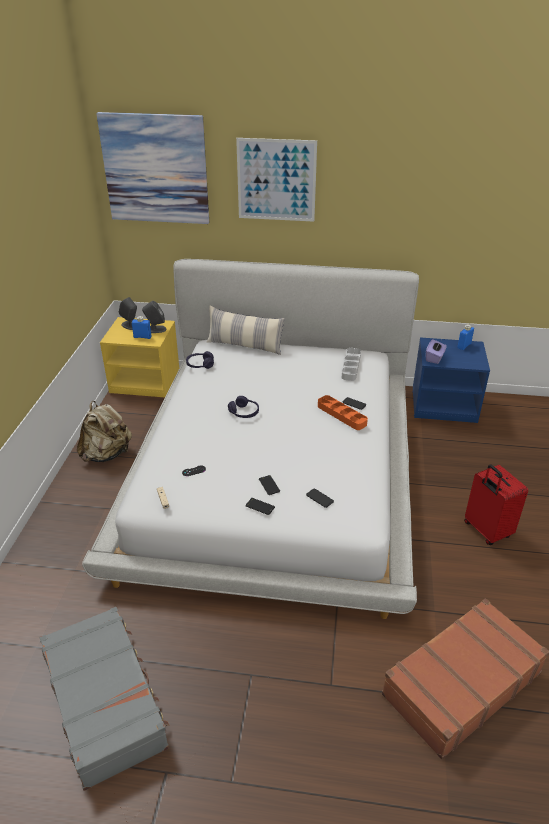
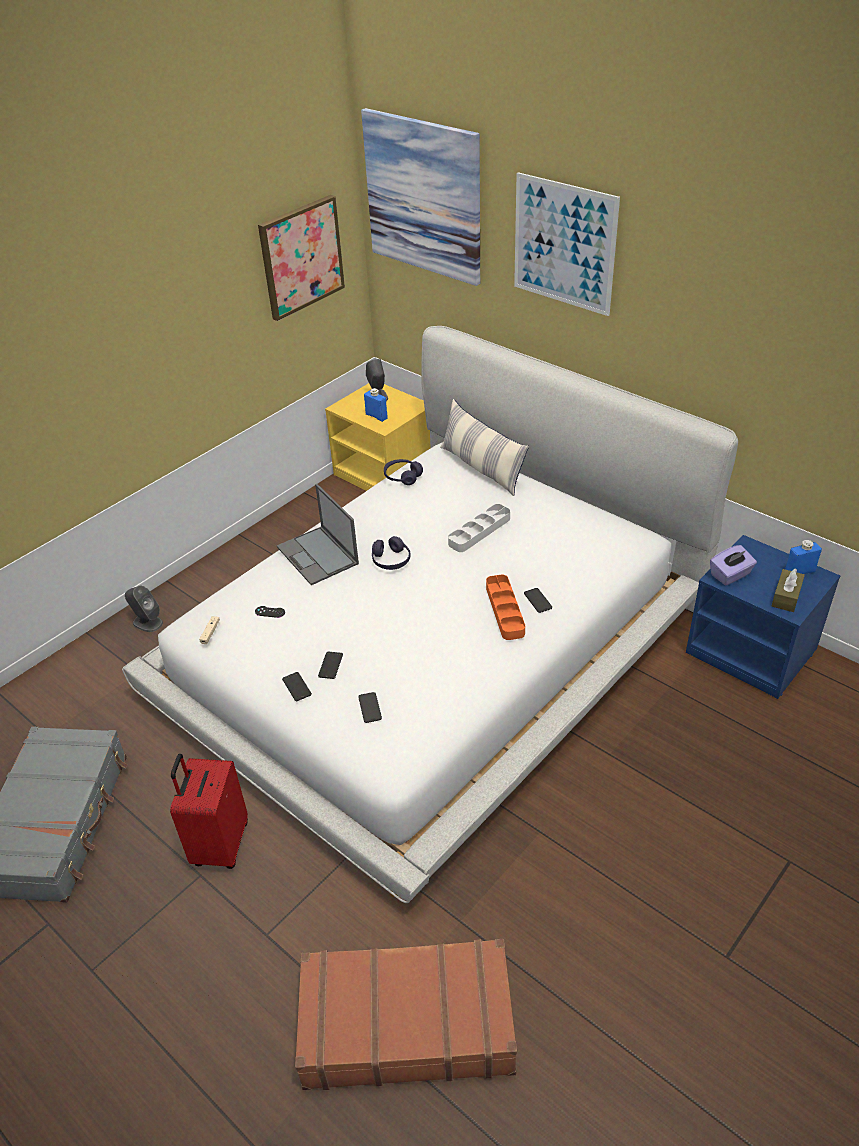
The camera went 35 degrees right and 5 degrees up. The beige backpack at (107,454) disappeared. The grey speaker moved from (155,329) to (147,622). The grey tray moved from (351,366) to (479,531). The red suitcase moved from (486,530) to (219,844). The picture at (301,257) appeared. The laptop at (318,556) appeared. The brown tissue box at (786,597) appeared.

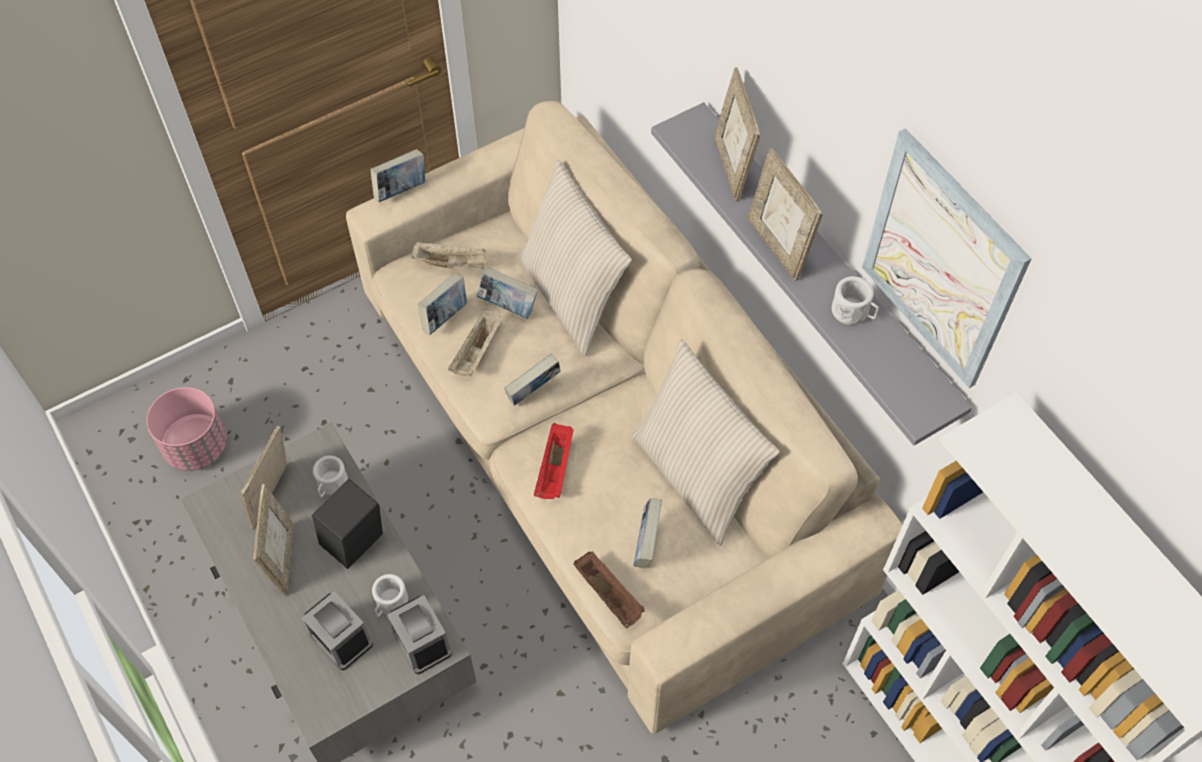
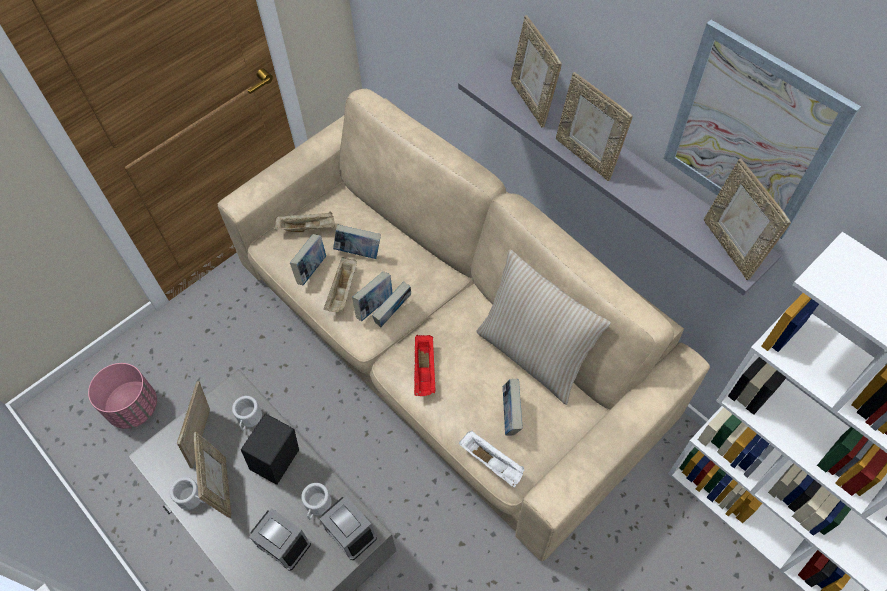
The camera went 10 degrees left and 0 degrees up. The book moved from (401,190) to (374,305). The beige pillow at (572,296) disappeared. The brown tray at (610,595) became the white tray at (492,462). The white mug moved from (853,312) to (192,498). The picture frame at (730,247) appeared.

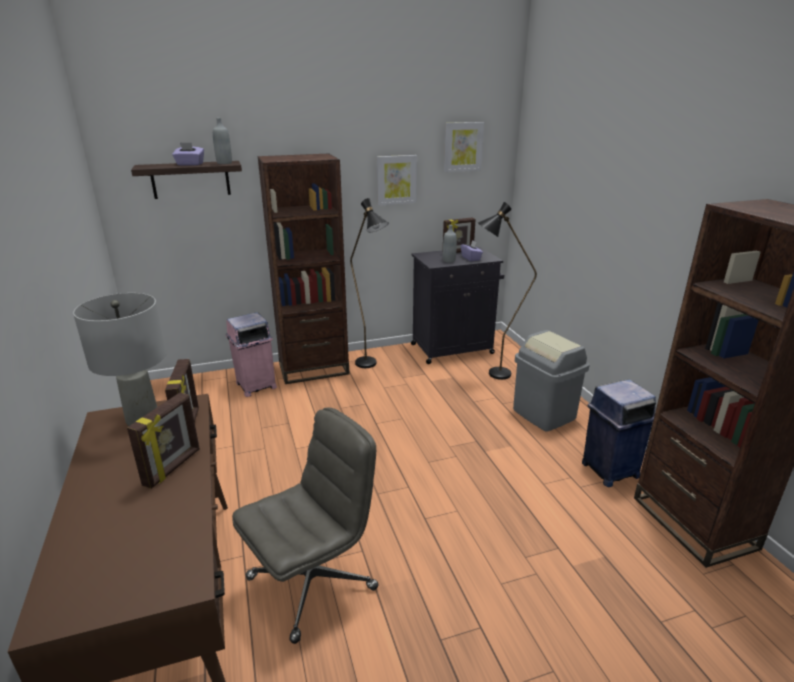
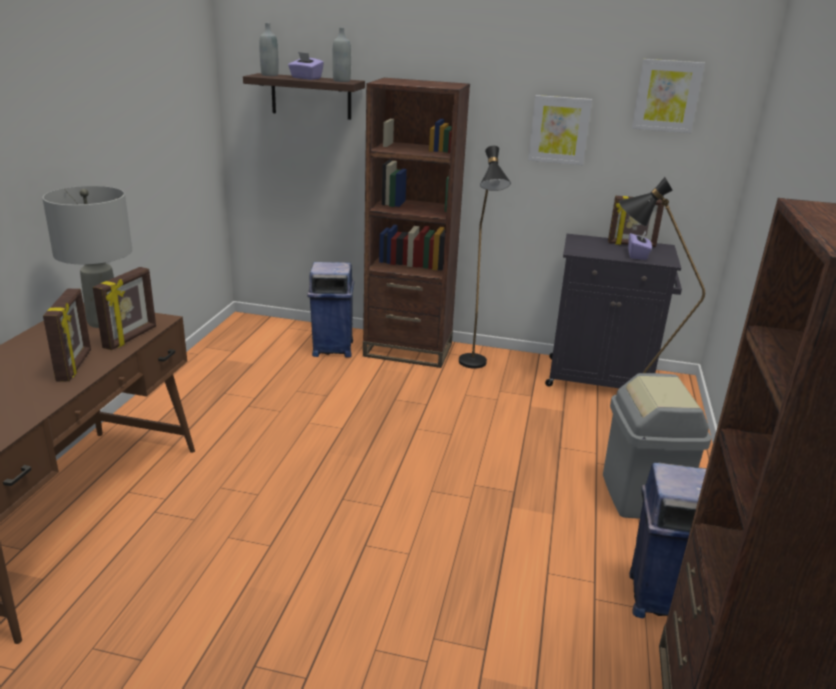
The camera went 30 degrees right and 0 degrees up. The picture frame at (173,467) turned 60 degrees counterclockwise. The pink trash can at (255,386) became the blue trash can at (332,348). The grey office chair at (313,582) disappeared. The grey bottle moved from (449,260) to (269,75).

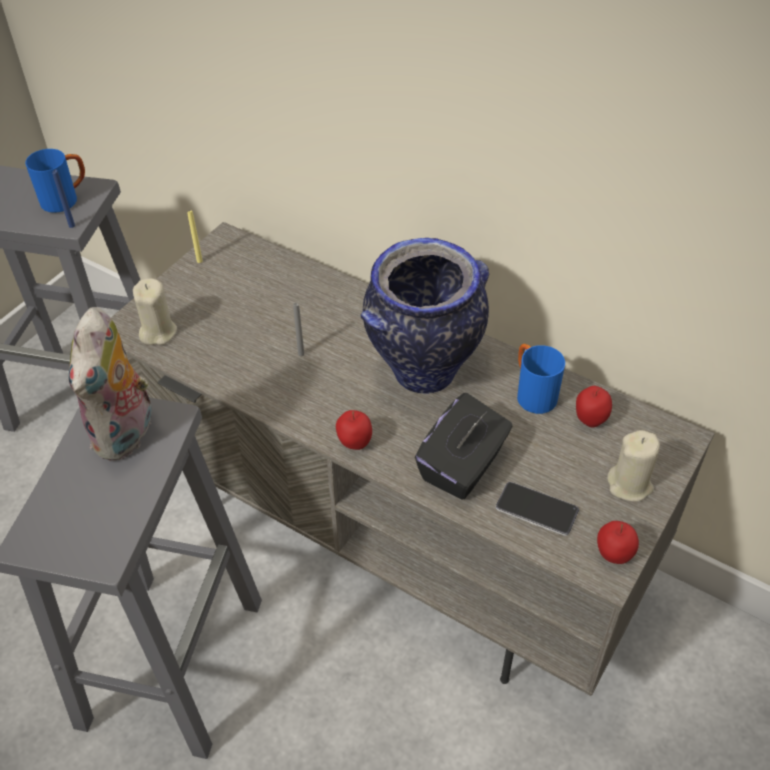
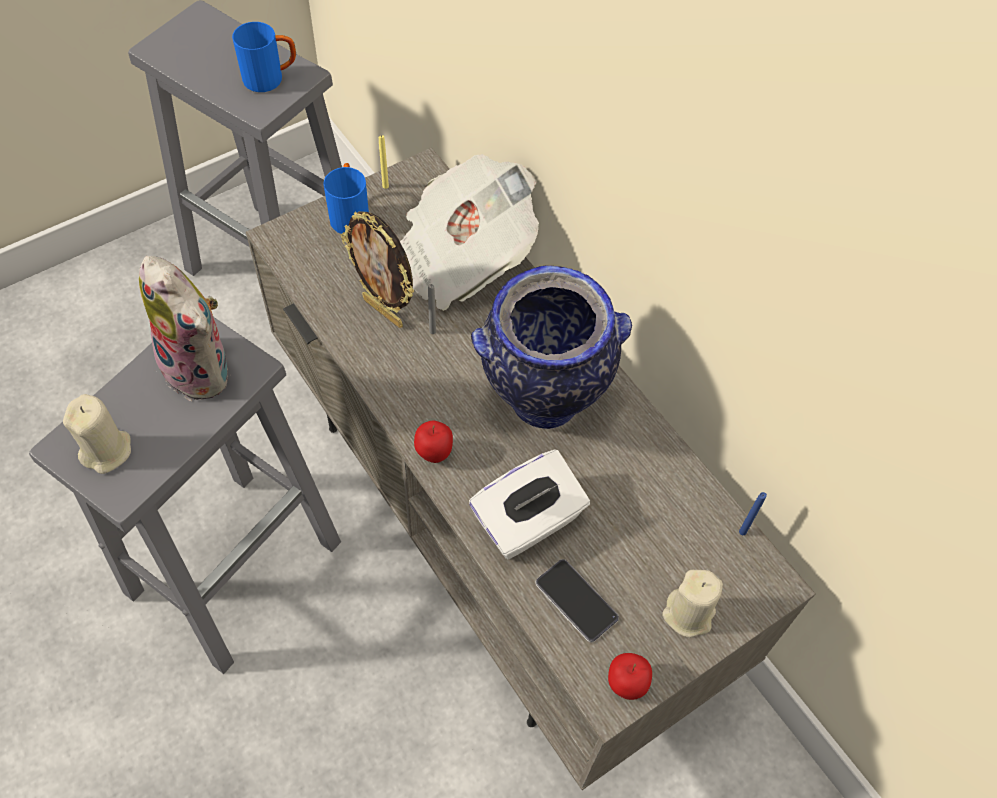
The camera went 20 degrees right and 10 degrees up. The blue candle moved from (72,226) to (742,532). The plush toy at (127,434) turned 75 degrees counterclockwise. The beige candle moved from (158,332) to (107,450). The black tissue box at (463,466) became the white tissue box at (528,522). The blue mug moved from (532,393) to (349,214). The apple at (590,420) disappeared. The picture frame at (384,311) appeared. The newspaper at (458,258) appeared.

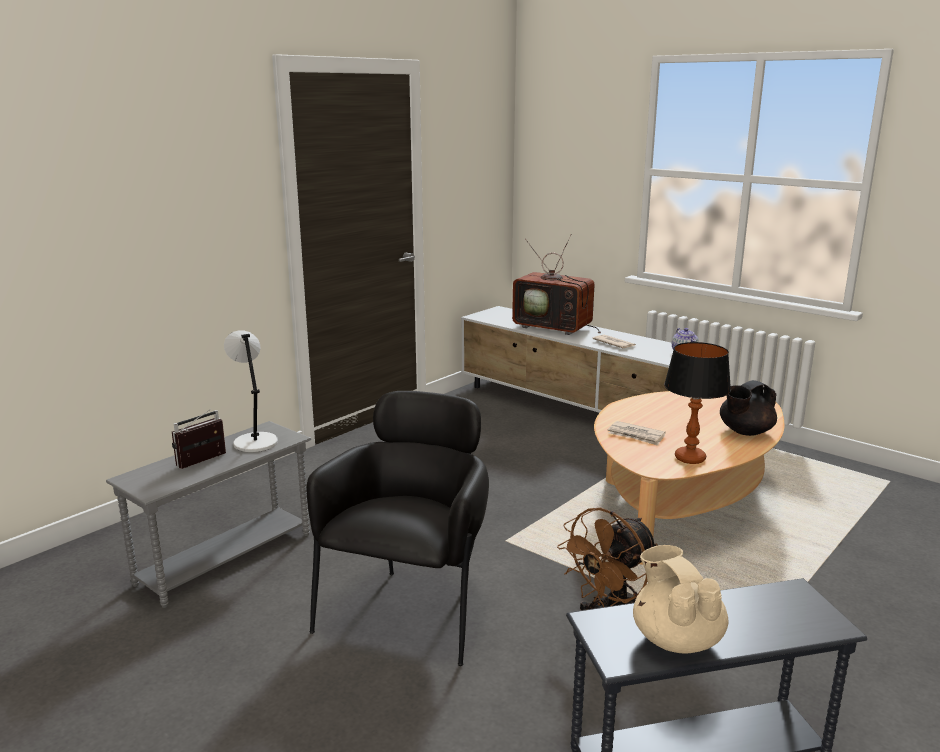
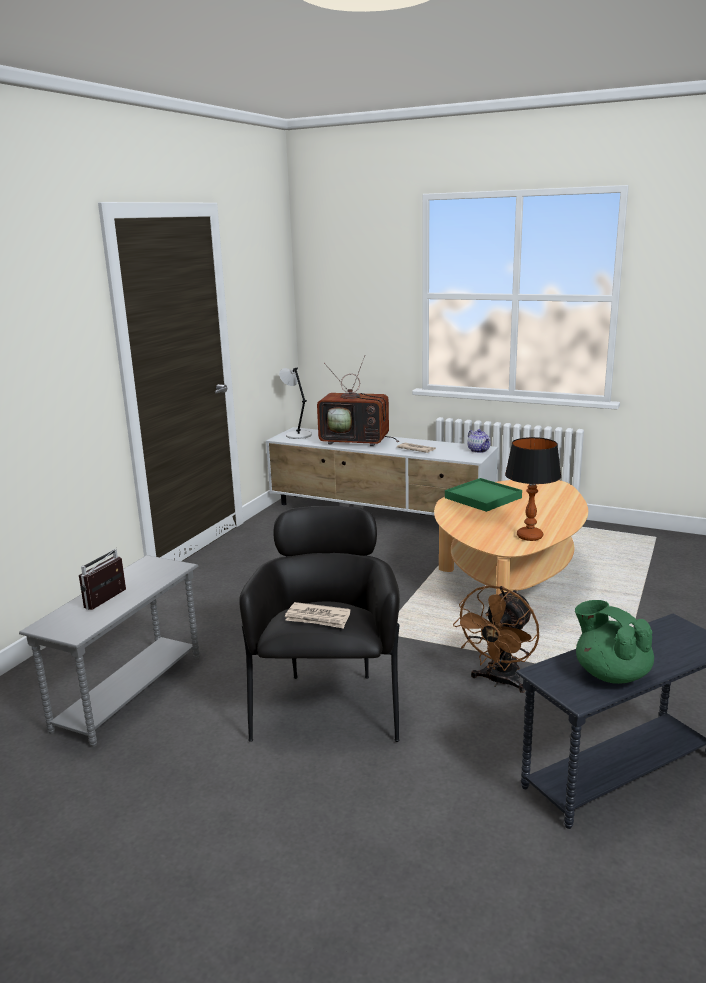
The camera went 15 degrees left and 0 degrees up. The grey table lamp moved from (254,442) to (297,435). The newspaper moved from (636,435) to (318,618). The beige teapot at (676,638) became the green teapot at (610,674). The black teapot at (745,431) disappeared. The green tray at (482,498) appeared.

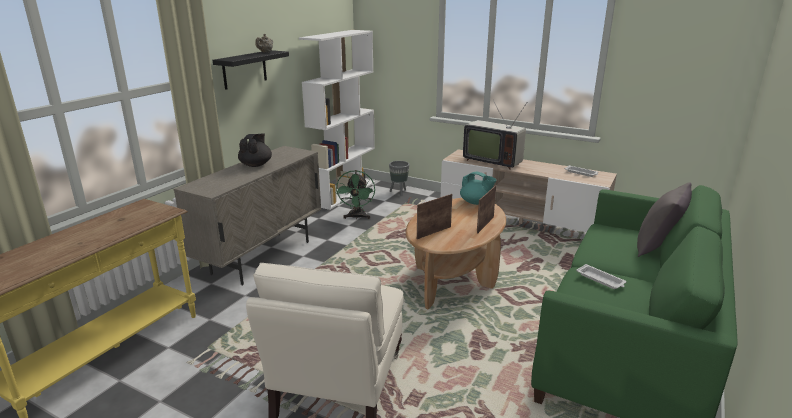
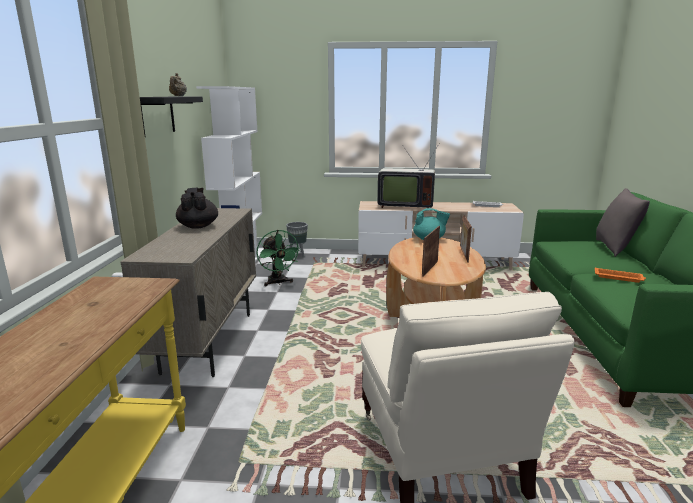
The camera went 25 degrees left and 5 degrees down. The white tray at (601,280) became the orange tray at (619,278).

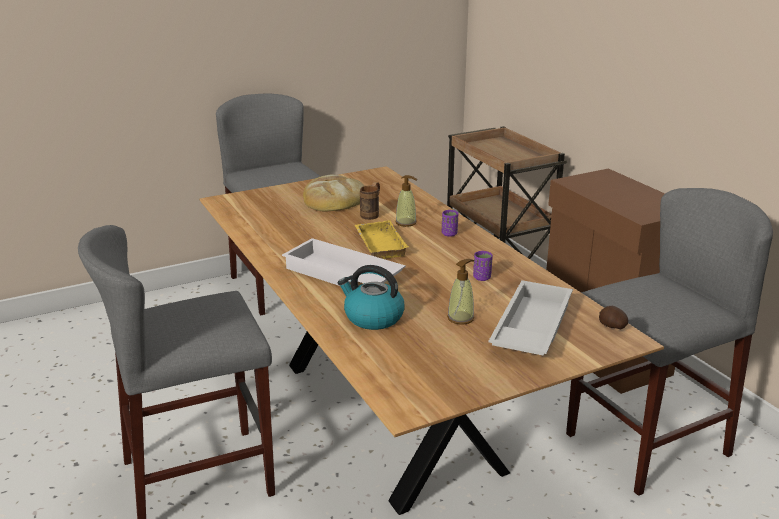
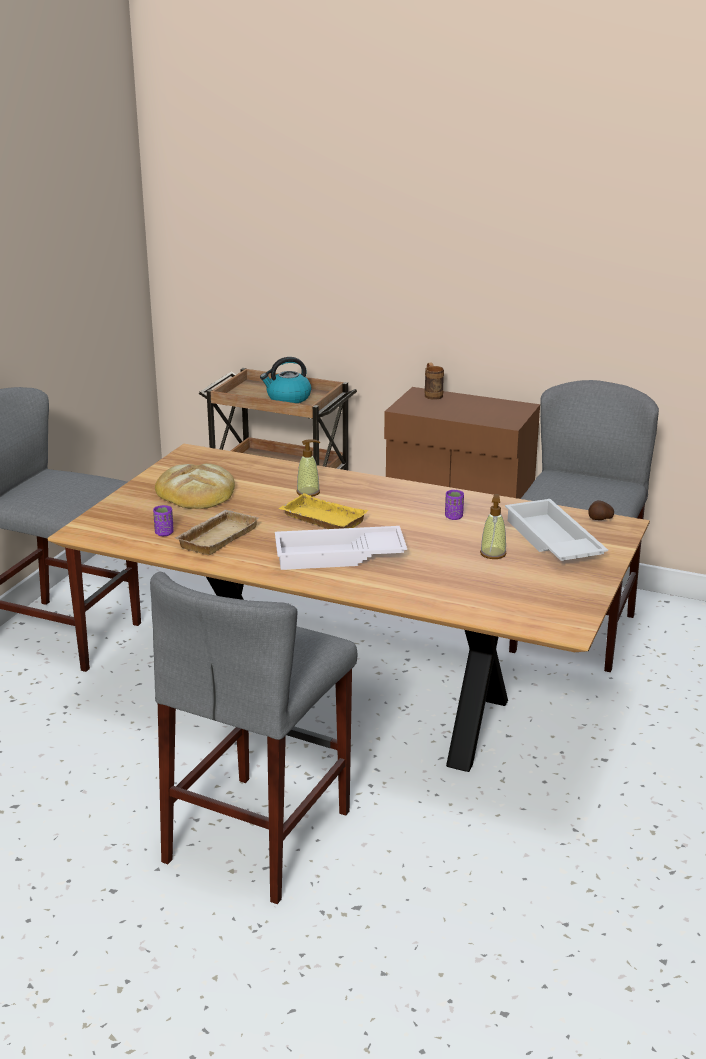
The camera went 40 degrees left and 0 degrees up. The kettle moved from (372,317) to (288,398). The brown mug moved from (372,214) to (432,394). The purple cup moved from (449,234) to (164,533). The beige tray at (216,537) appeared.

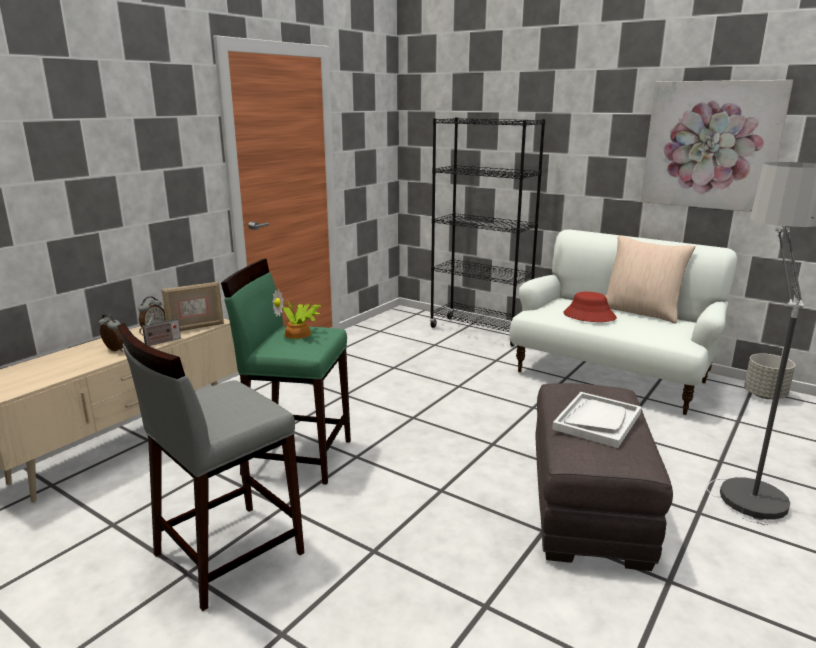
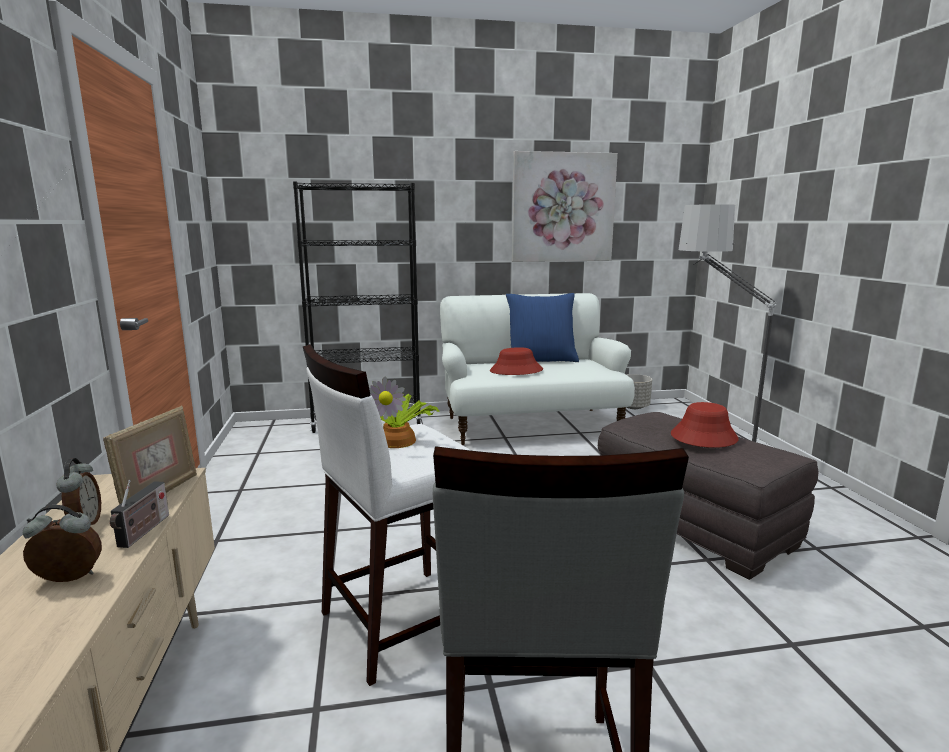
The camera went 45 degrees left and 5 degrees down. The green stool at (297,456) became the white stool at (400,621). The white tray at (597,421) was replaced by the red hat at (703,437). The beige pillow at (641,312) became the blue pillow at (541,360).

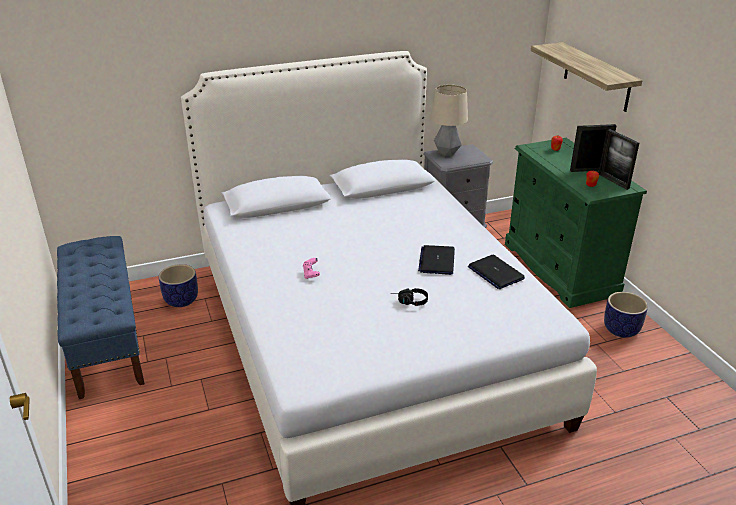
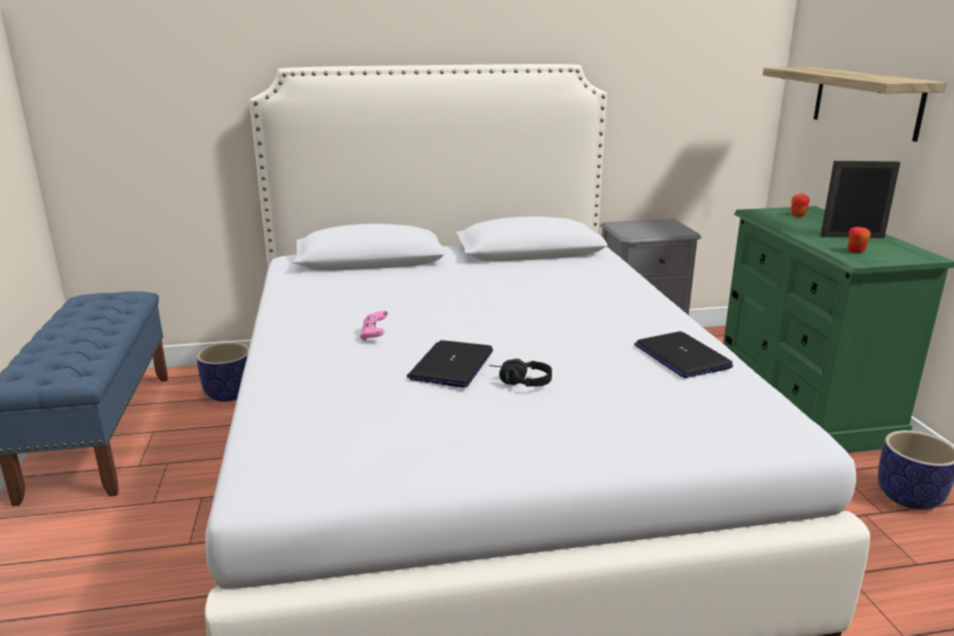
The camera went 10 degrees right and 10 degrees down. The laptop moved from (437,261) to (451,365). The table lamp at (447,153) disappeared. The picture frame at (613,181) disappeared.

